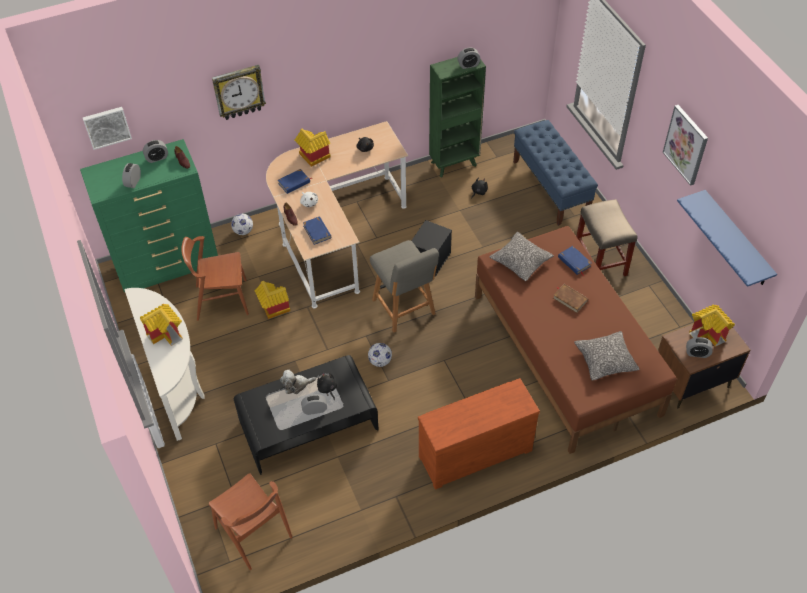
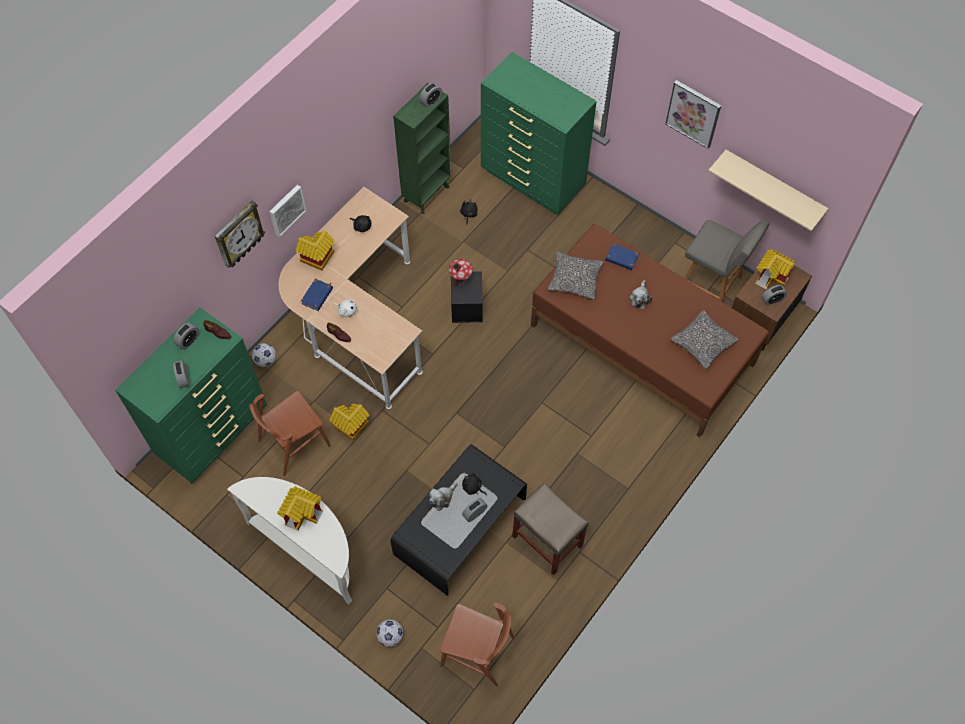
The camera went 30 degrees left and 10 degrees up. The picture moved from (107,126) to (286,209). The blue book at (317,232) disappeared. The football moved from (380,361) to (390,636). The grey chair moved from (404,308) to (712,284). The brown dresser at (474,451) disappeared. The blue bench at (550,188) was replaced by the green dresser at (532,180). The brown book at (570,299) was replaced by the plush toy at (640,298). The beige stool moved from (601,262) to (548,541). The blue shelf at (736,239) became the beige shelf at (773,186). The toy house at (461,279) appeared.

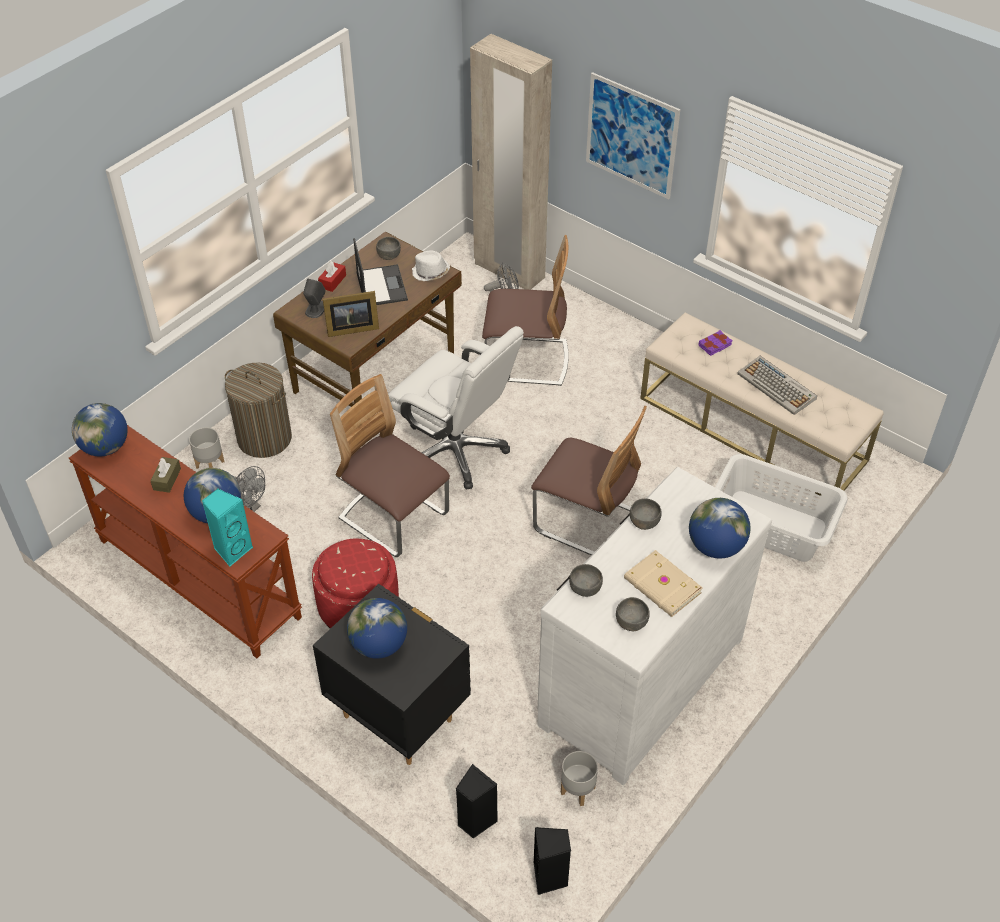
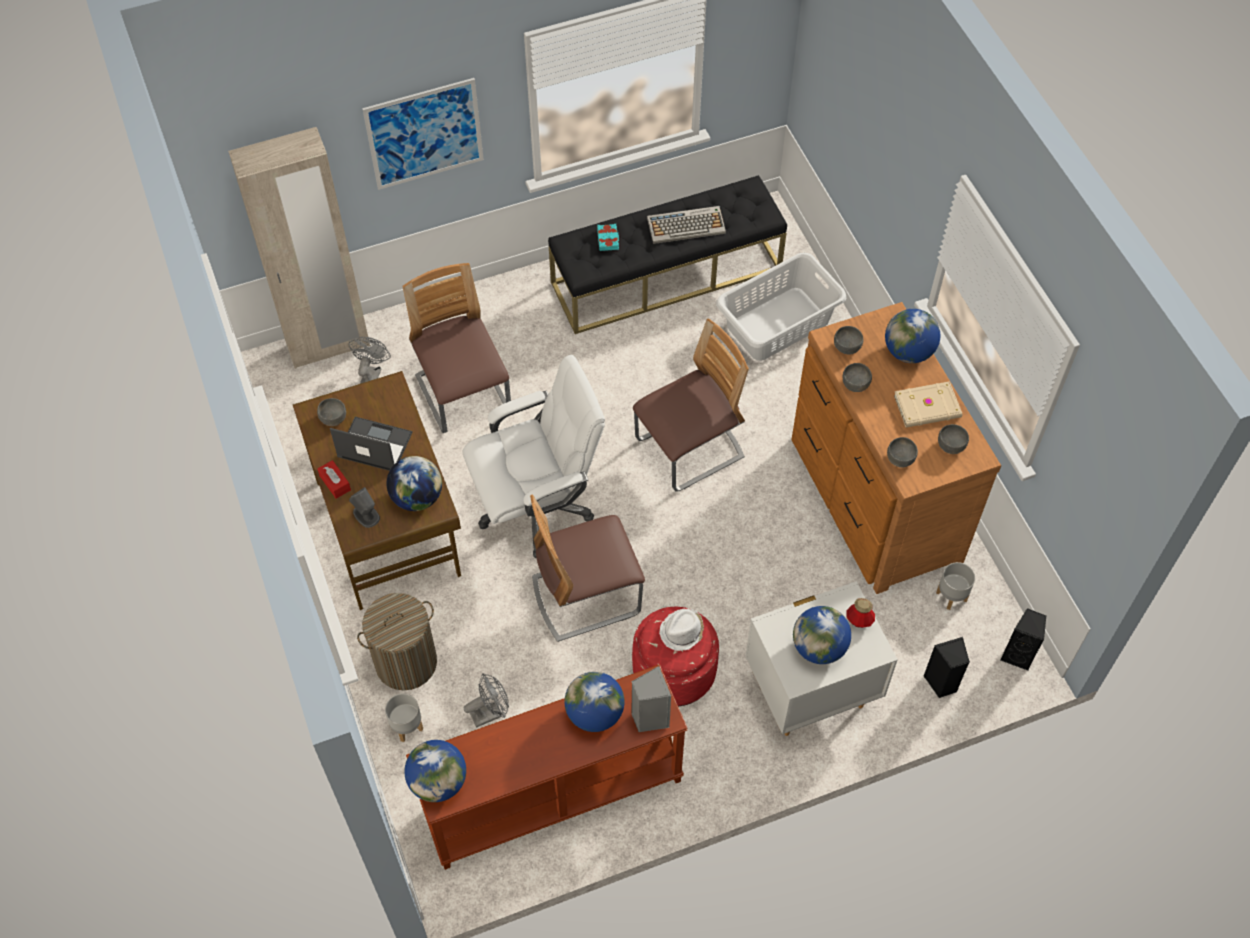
The camera went 60 degrees left and 10 degrees up. The brown tissue box at (167,479) disappeared. The turquoise speaker at (232,550) became the grey speaker at (649,717). The black nightstand at (398,717) became the white nightstand at (810,693). The picture frame at (350,328) was replaced by the globe at (417,497). The white hat moved from (430,273) to (682,632). The chair at (526,361) turned 60 degrees counterclockwise. The white dresser at (638,679) became the brown dresser at (872,500). The beige bench at (752,429) became the black bench at (666,276). The purple book at (715,345) became the turquoise book at (608,239). The grey bowl at (847,347) appeared. The bottle at (859,620) appeared.

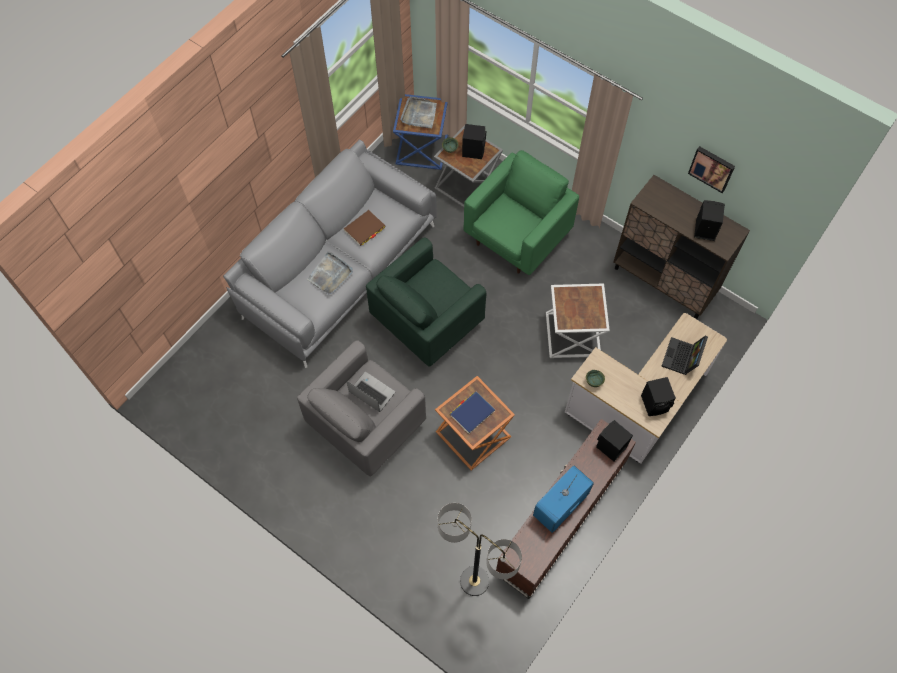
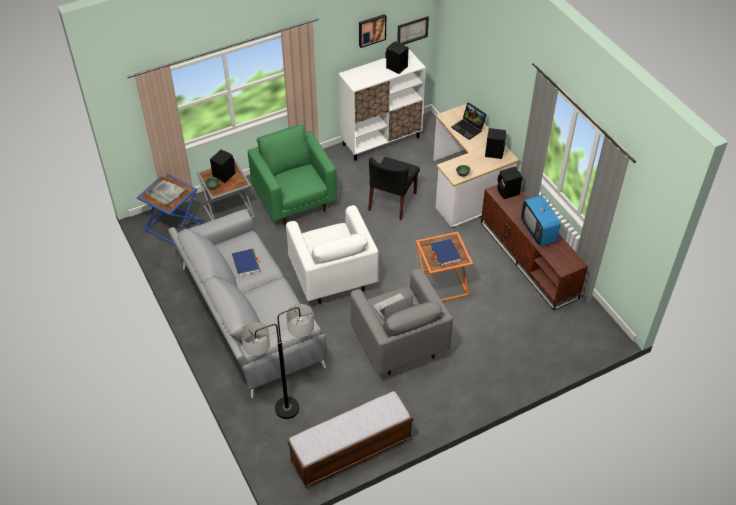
The camera went 65 degrees left and 15 degrees down. The grey tray at (330,274) disappeared. The brown book at (364,229) became the blue book at (246,263). The green armchair at (427,322) became the white armchair at (333,277). The floor lamp moved from (474,581) to (287,408). The white side table at (572,333) was replaced by the black chair at (392,201). The brown cabinet at (664,281) became the white cabinet at (381,141). The bench at (351,451) appeared. The picture at (412,31) appeared.

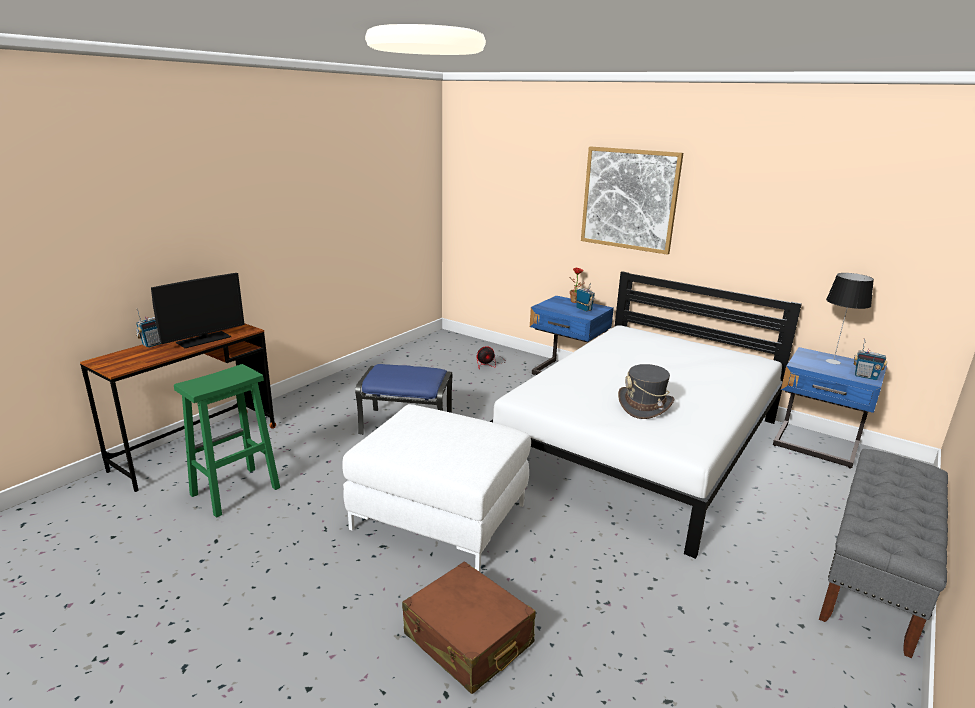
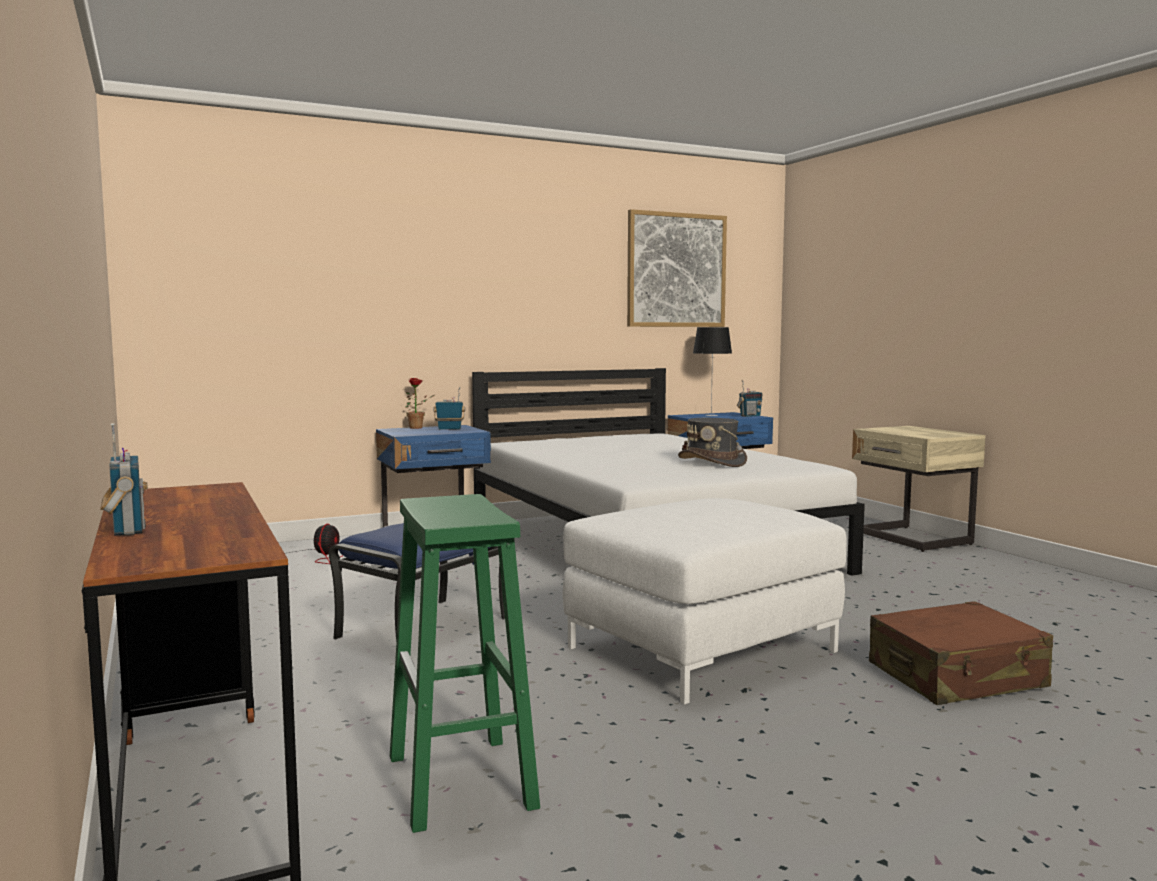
The camera went 60 degrees left and 15 degrees down. The monitor at (204,339) disappeared. The picture moved from (629,199) to (676,270). The grey bench at (874,576) was replaced by the beige nightstand at (912,539).

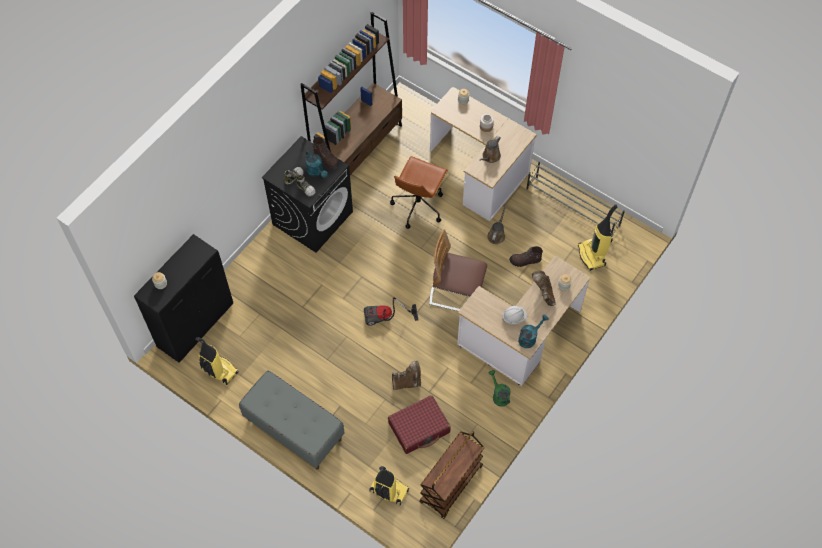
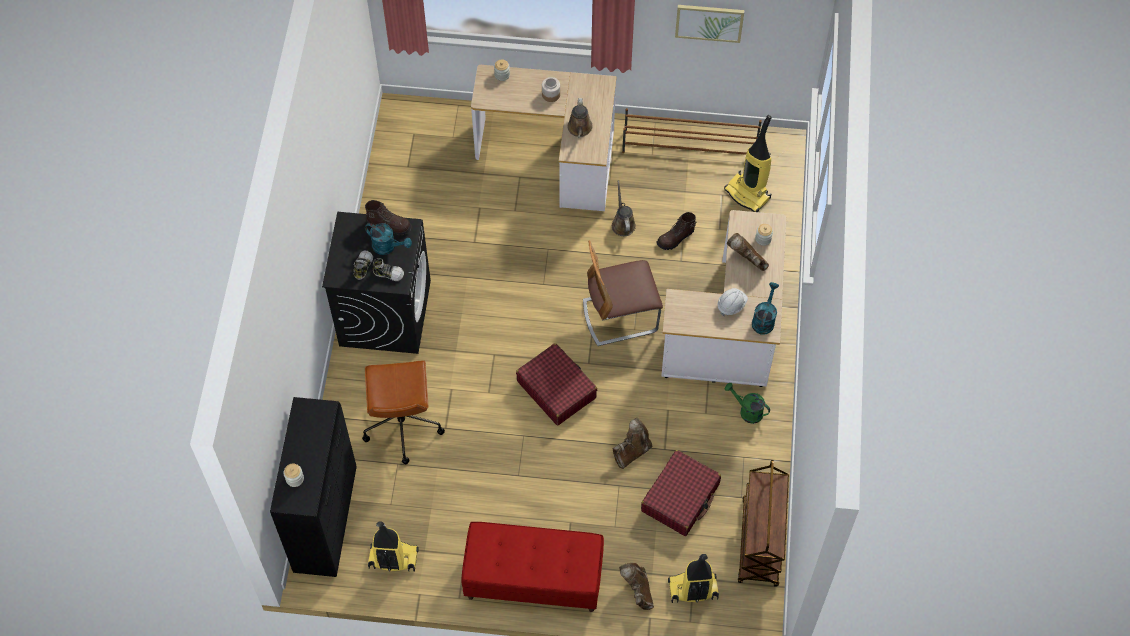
The camera went 30 degrees left and 0 degrees up. The grey bench at (294,429) became the red bench at (533,580). The brown bookcase at (358,151) disappeared. The vacuum cleaner at (386,318) was replaced by the red suitcase at (556,389). The brown office chair moved from (418,205) to (402,425). The grey shoe rack at (573,208) became the brown shoe rack at (690,148). The brown boot at (637,591) appeared. The picture at (709,22) appeared.

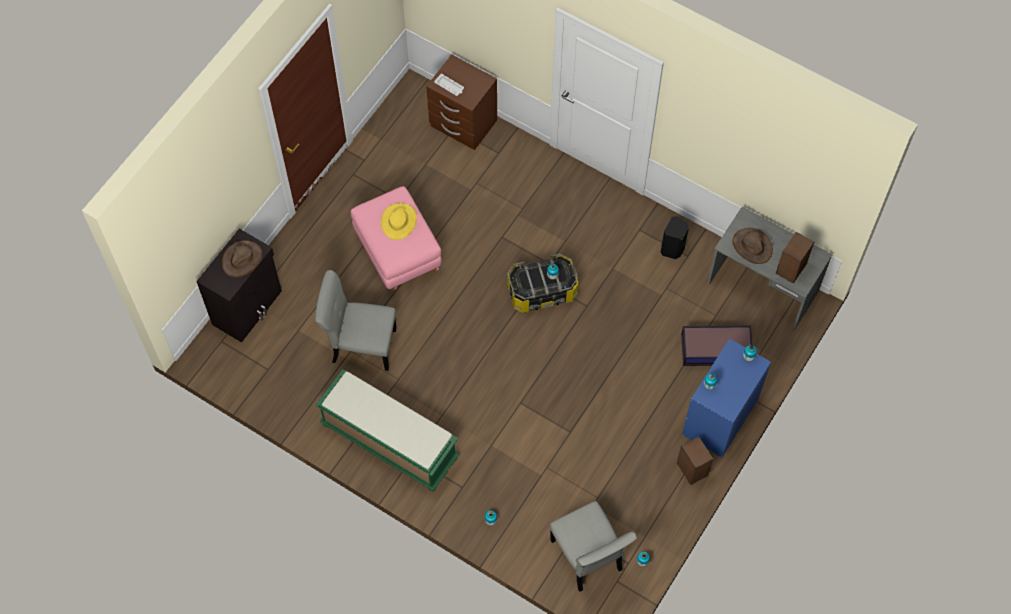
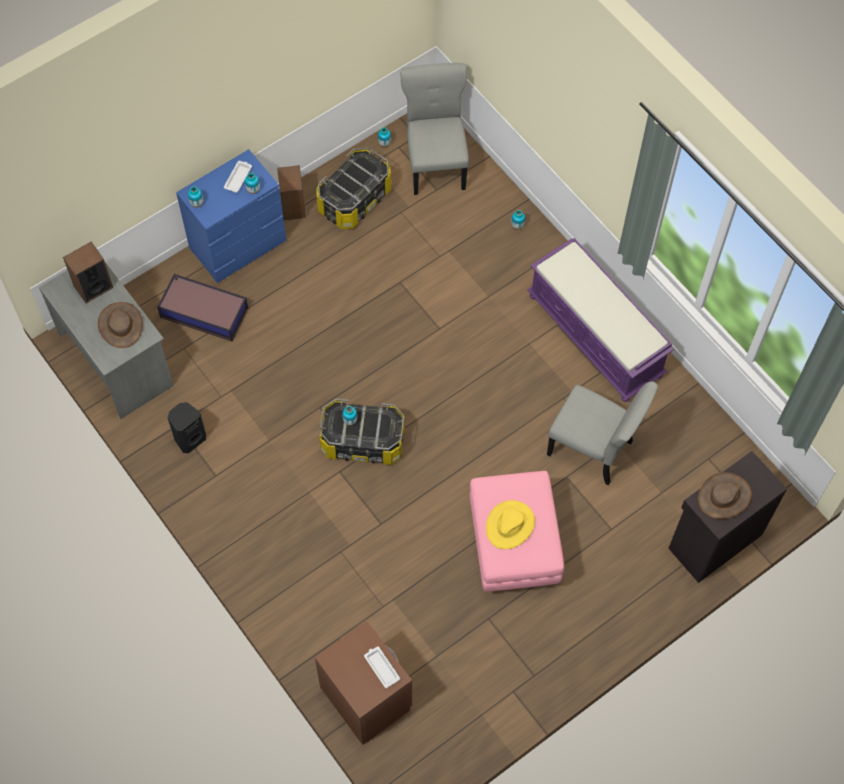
The camera went 160 degrees left and 0 degrees up. The green bench at (388,442) became the purple bench at (596,336). The white tray at (238,177) appeared. The storage box at (354,199) appeared.

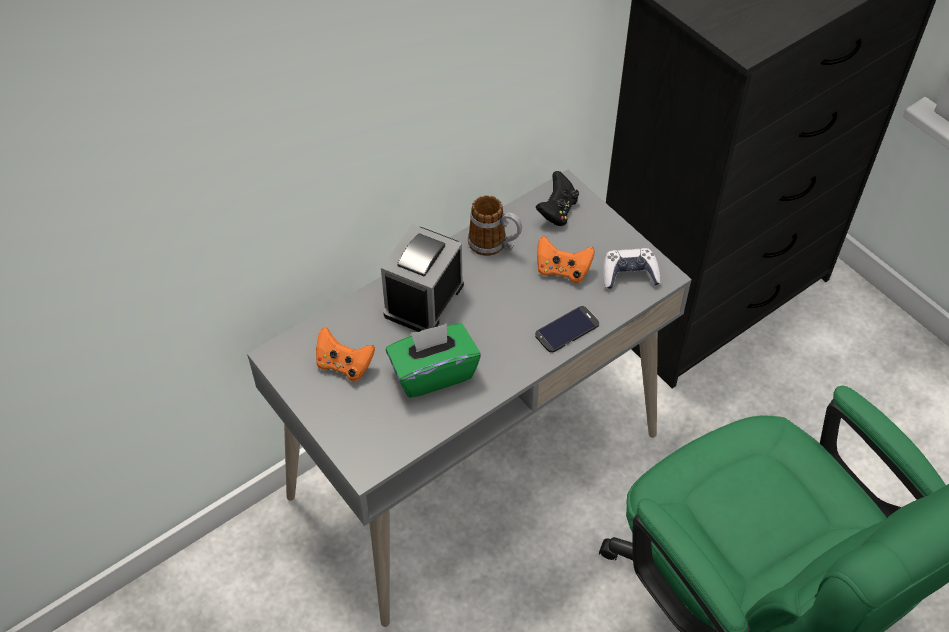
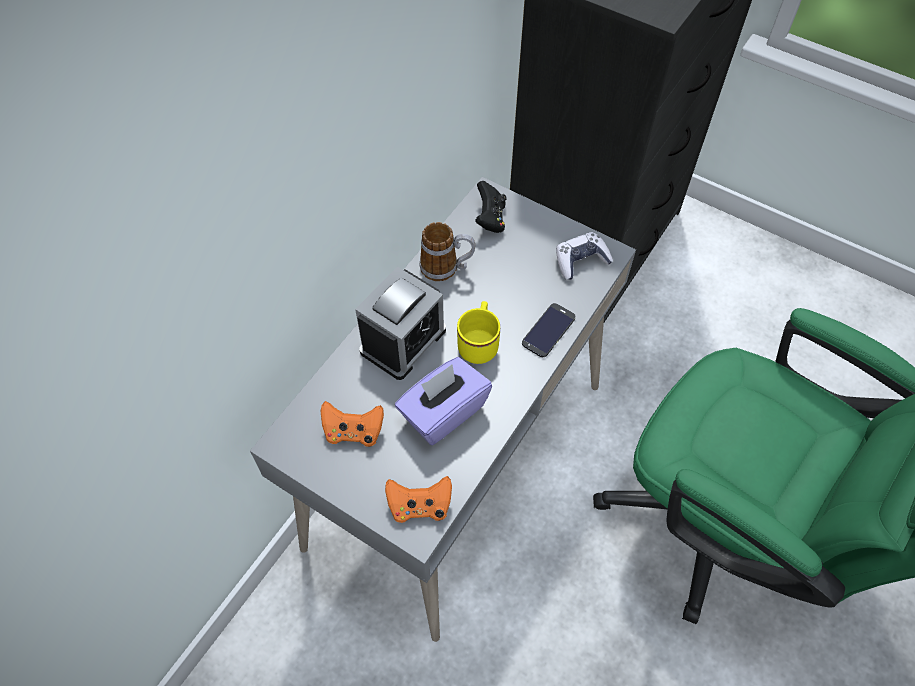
The camera went 20 degrees left and 5 degrees up. The alarm clock at (424,299) turned 150 degrees counterclockwise. The green tissue box at (433,373) became the purple tissue box at (443,412). The orange game controller moved from (562,270) to (419,506). The yellow mug at (479,343) appeared.

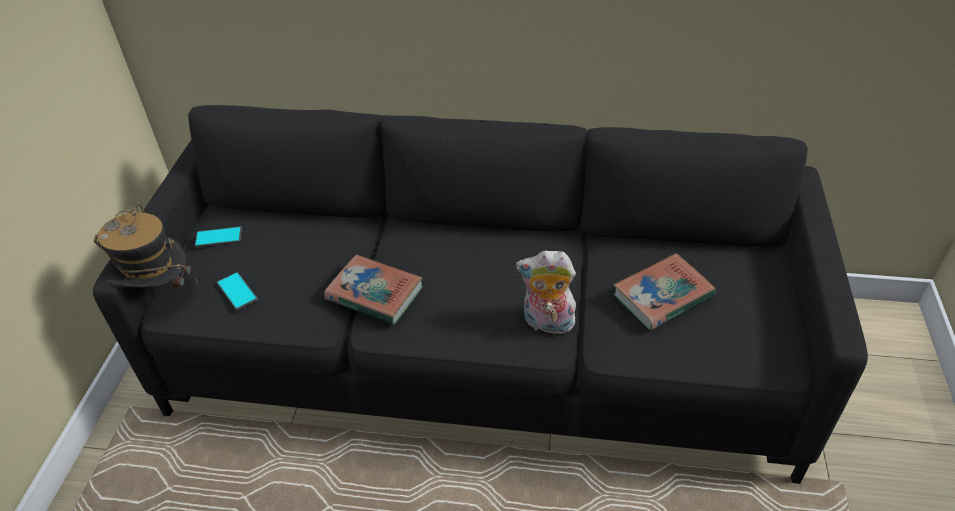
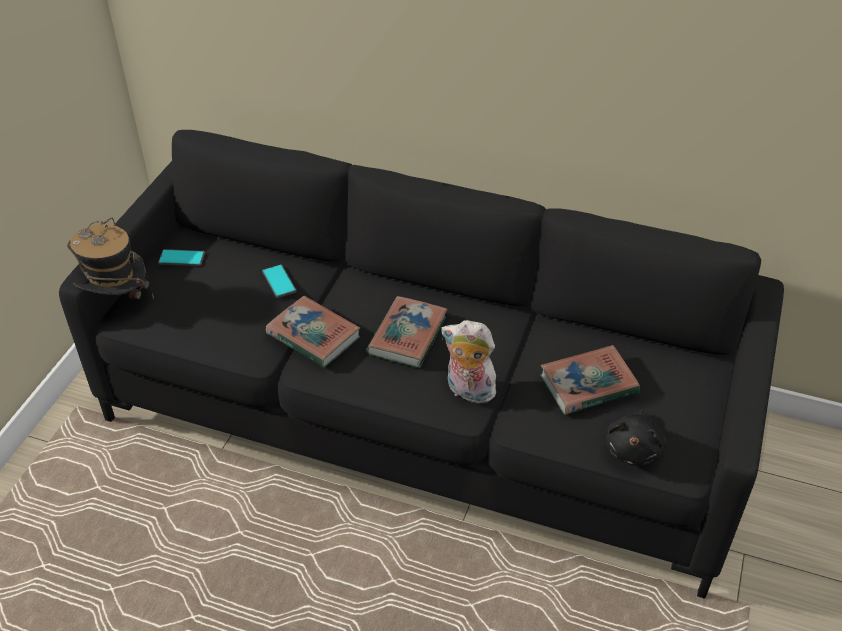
The camera went 10 degrees right and 0 degrees up. The phone moved from (237,291) to (279,281). The book at (407,336) appeared. The black plush toy at (634,449) appeared.

